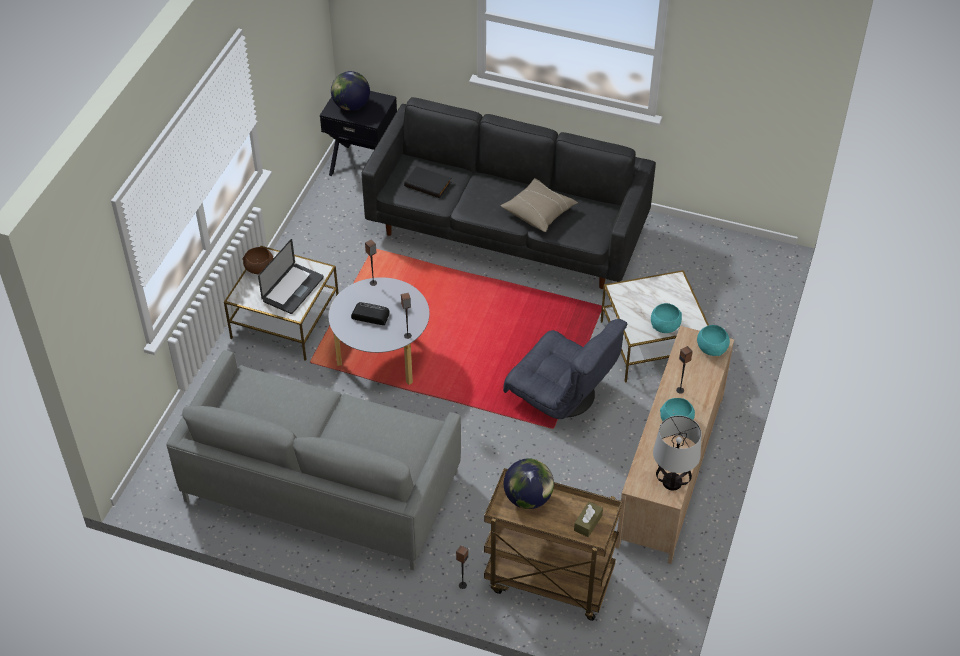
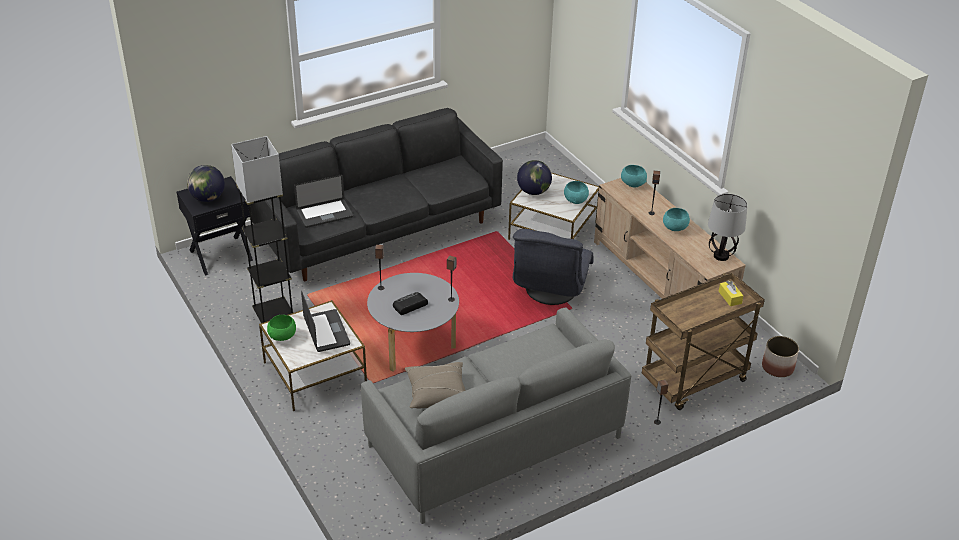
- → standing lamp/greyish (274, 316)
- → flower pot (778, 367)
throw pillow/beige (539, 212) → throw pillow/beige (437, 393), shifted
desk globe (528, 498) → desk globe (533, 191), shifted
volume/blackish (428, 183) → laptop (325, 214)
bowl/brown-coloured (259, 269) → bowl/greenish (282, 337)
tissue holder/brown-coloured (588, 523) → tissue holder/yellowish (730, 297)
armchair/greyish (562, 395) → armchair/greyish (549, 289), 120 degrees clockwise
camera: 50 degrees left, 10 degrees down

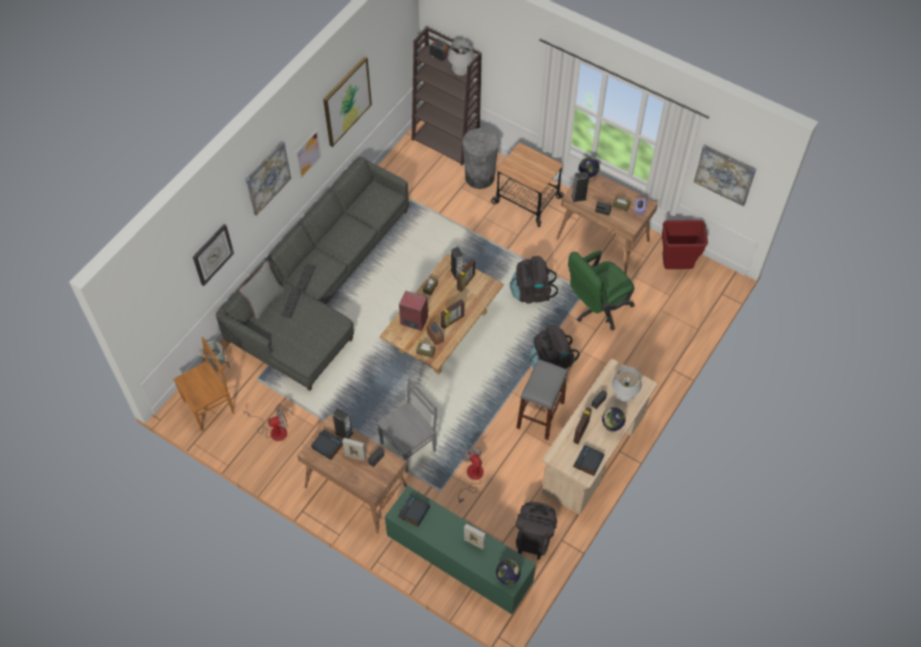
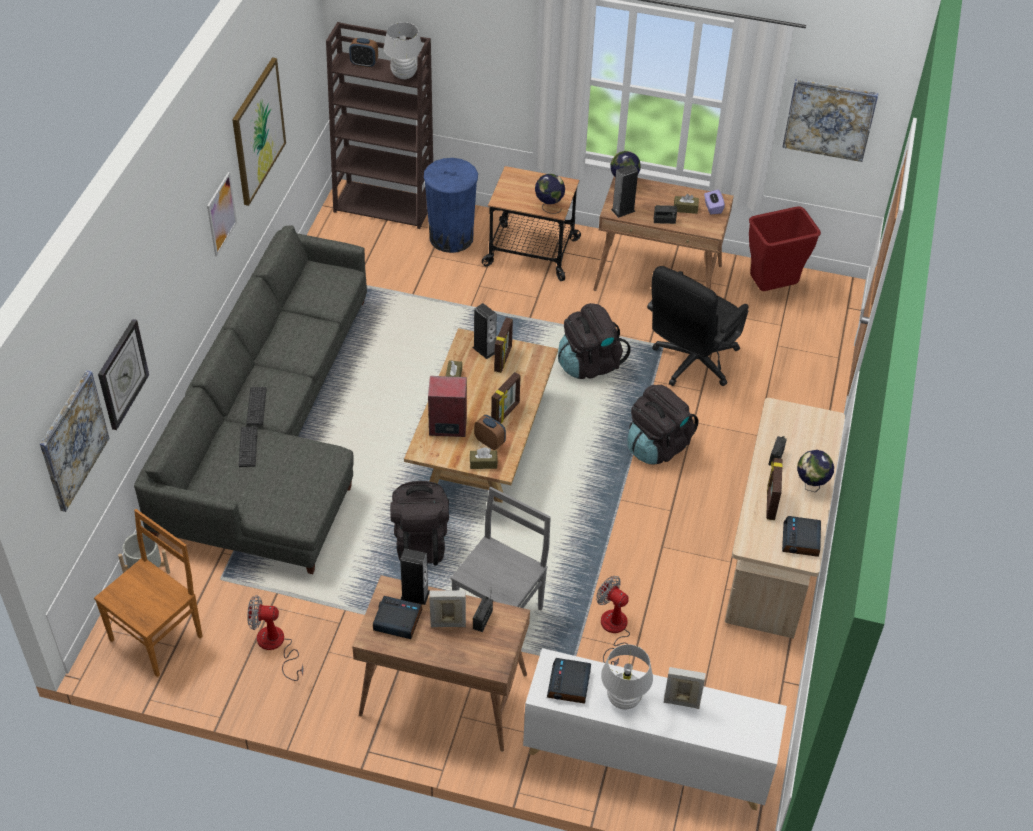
throw pillow/greyish (265, 301) → -
sitting stool/greyish (540, 415) → -
wall picture (267, 177) → wall picture (73, 440), shifted
desk globe (507, 578) → desk globe (549, 207), shifted
rucksack/blackish (534, 536) → rucksack/blackish (420, 542), shifted
table lamp/white-coloured (623, 396) → table lamp/white-coloured (623, 699), shifted
cupboard/greenish (459, 562) → cupboard/white-coloured (646, 757)
rubbish bin/greyish (479, 177) → rubbish bin/bluish (451, 238)
computer chair/greenish (597, 309) → computer chair/blackish (690, 364)
electric fan (273, 430) → electric fan (275, 646), 135 degrees counterclockwise
camera: 20 degrees left, 10 degrees down

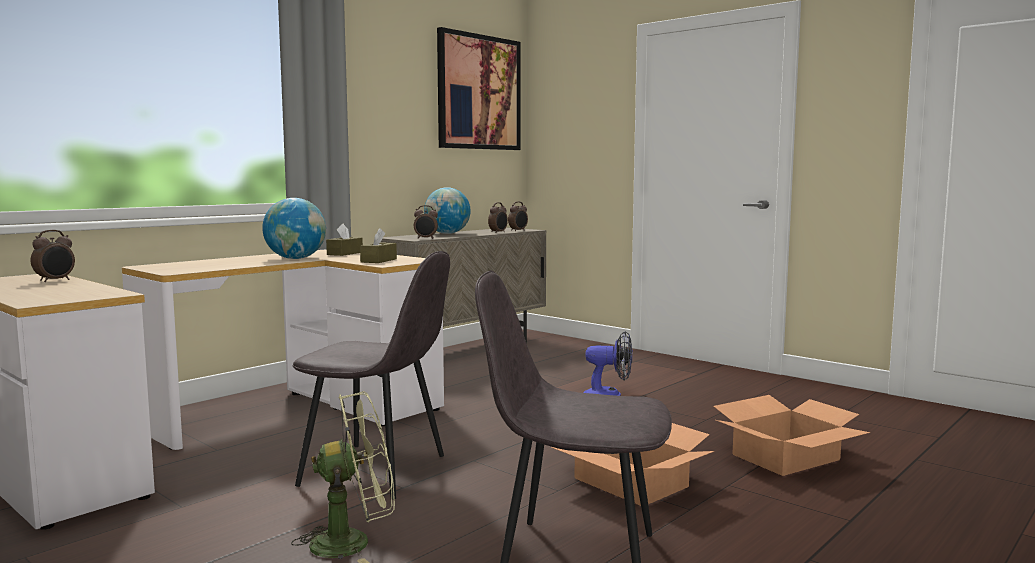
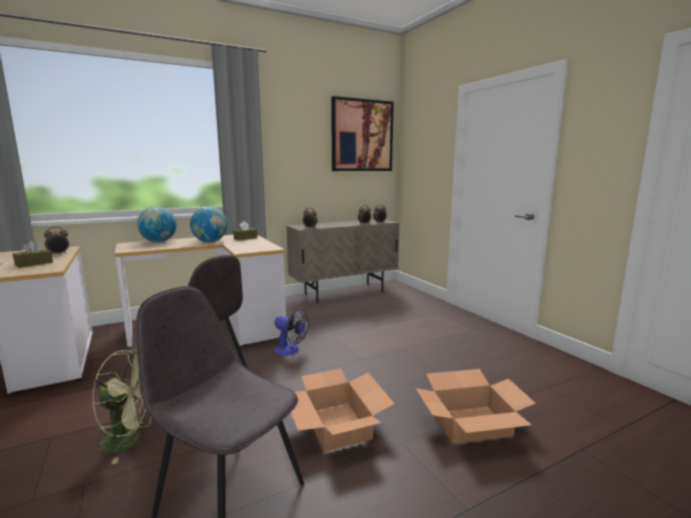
tissue holder/brown-coloured (378, 260) → tissue holder/brown-coloured (34, 263), shifted
desk globe (447, 233) → desk globe (158, 242), shifted
electric fan (609, 394) → electric fan (290, 351), shifted
camera: 20 degrees right, 5 degrees up

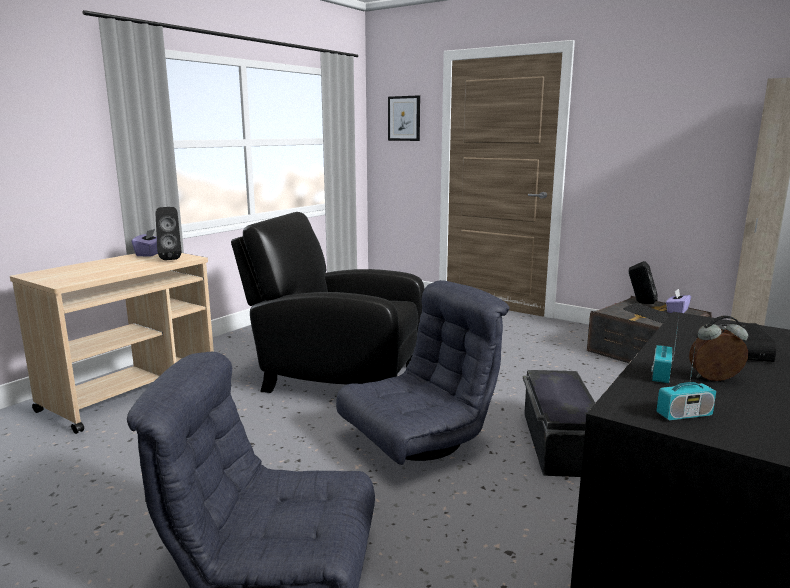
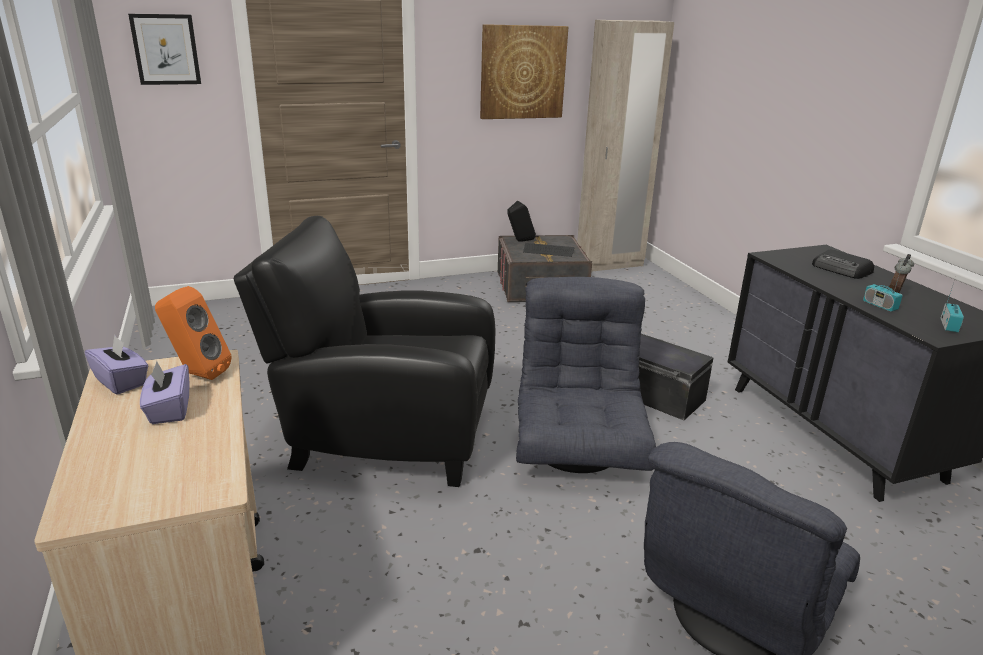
- → wall picture (522, 72)
tissue holder/purplish (676, 311) → tissue holder/purplish (169, 410), shifted
speaker/blackish (171, 259) → speaker/orangey (197, 374)
armchair/blackish (336, 377) → armchair/blackish (384, 435), 45 degrees clockwise
camera: 55 degrees left, 10 degrees up

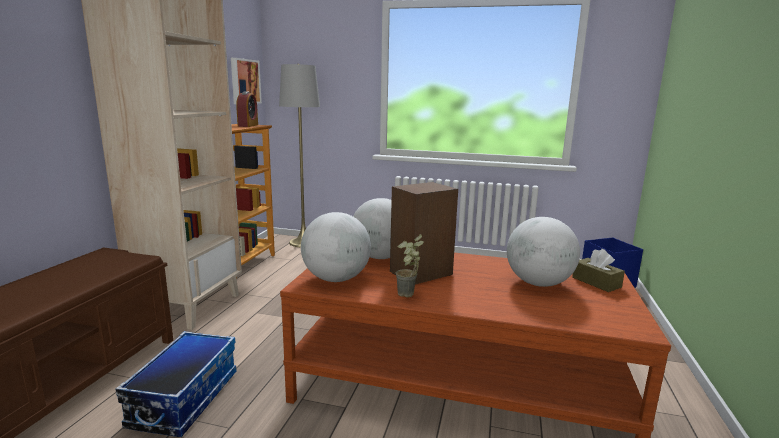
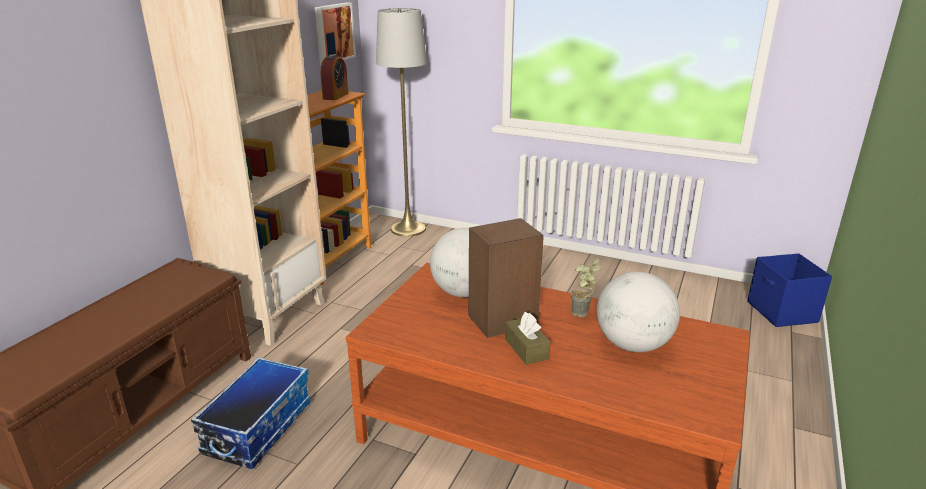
desk globe (336, 279) → -
houseplant (408, 296) → houseplant (582, 316), shifted
tissue holder/brown-coloured (596, 282) → tissue holder/brown-coloured (526, 349), shifted
camera: 10 degrees right, 10 degrees up

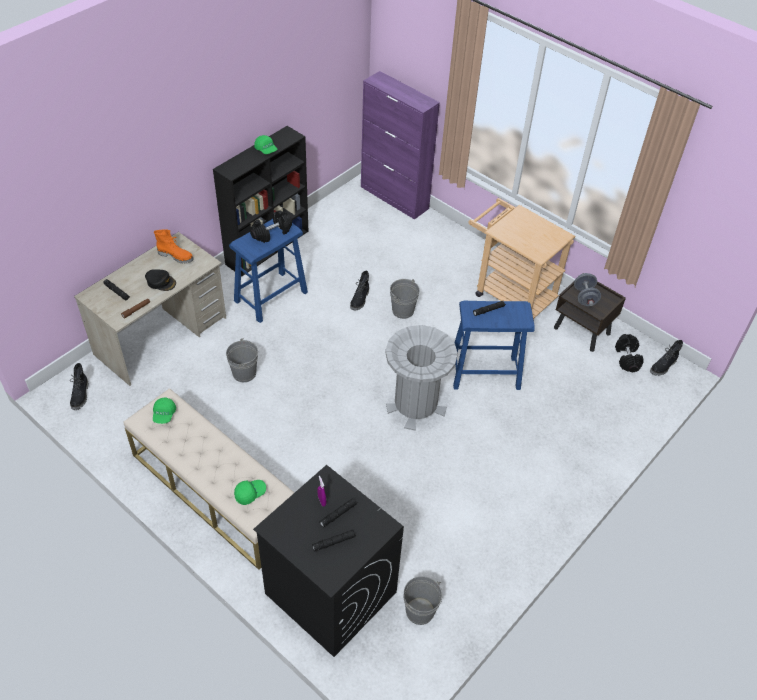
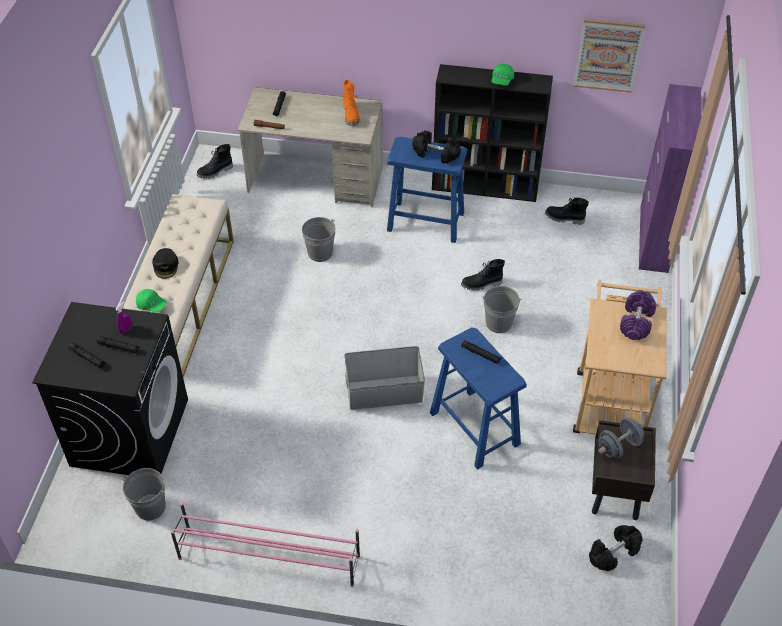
cap/greenish (164, 414) → -
- → shoe shelf/pink (268, 557)
- → wall picture (608, 55)
- → free weight/purplish (636, 322)
cap/blackish (161, 282) → cap/blackish (166, 266), shifted
boot/blackish (663, 367) → boot/blackish (564, 218), shifted
rubbish bin/greyish (415, 405) → storage bin/greyish (384, 392)
camera: 60 degrees right, 0 degrees up

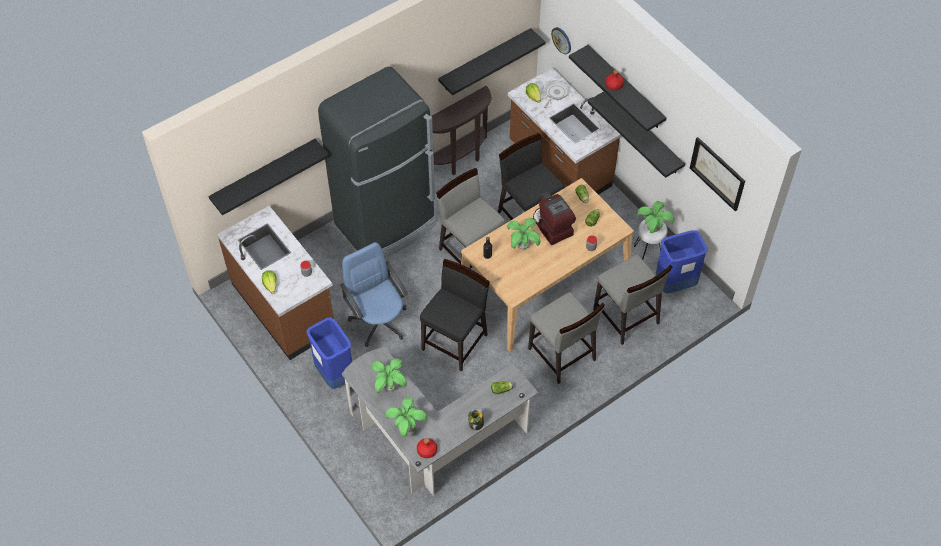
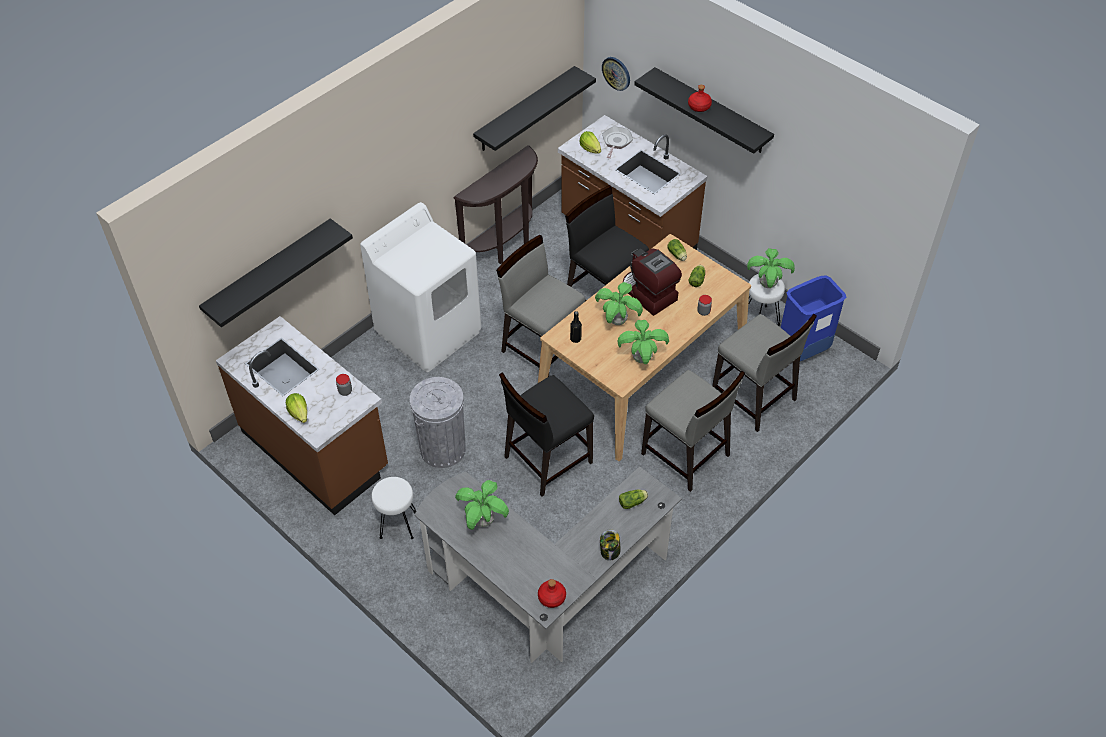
shelf/blackish (643, 133) → -
wall picture (717, 173) → -
houseplant (407, 427) → houseplant (642, 359), shifted
rubbish bin/bluish (334, 374) → sitting stool/white-coloured (397, 524)
refrigerator/blackish (386, 225) → laundry appliance/white-coloured (429, 332)
computer chair/bluish (379, 321) → rubbish bin/greyish (442, 449)
upright chair/blackish (455, 342) → upright chair/blackish (547, 459), 150 degrees counterclockwise
camera: 10 degrees left, 5 degrees down

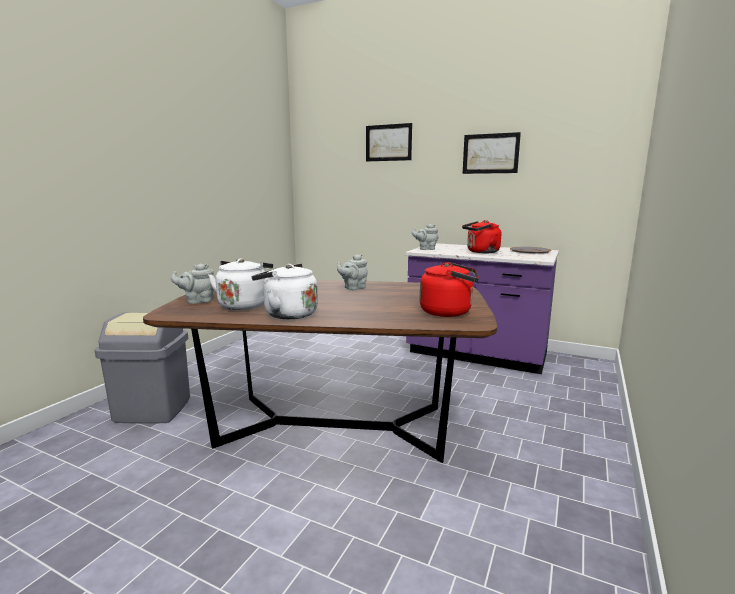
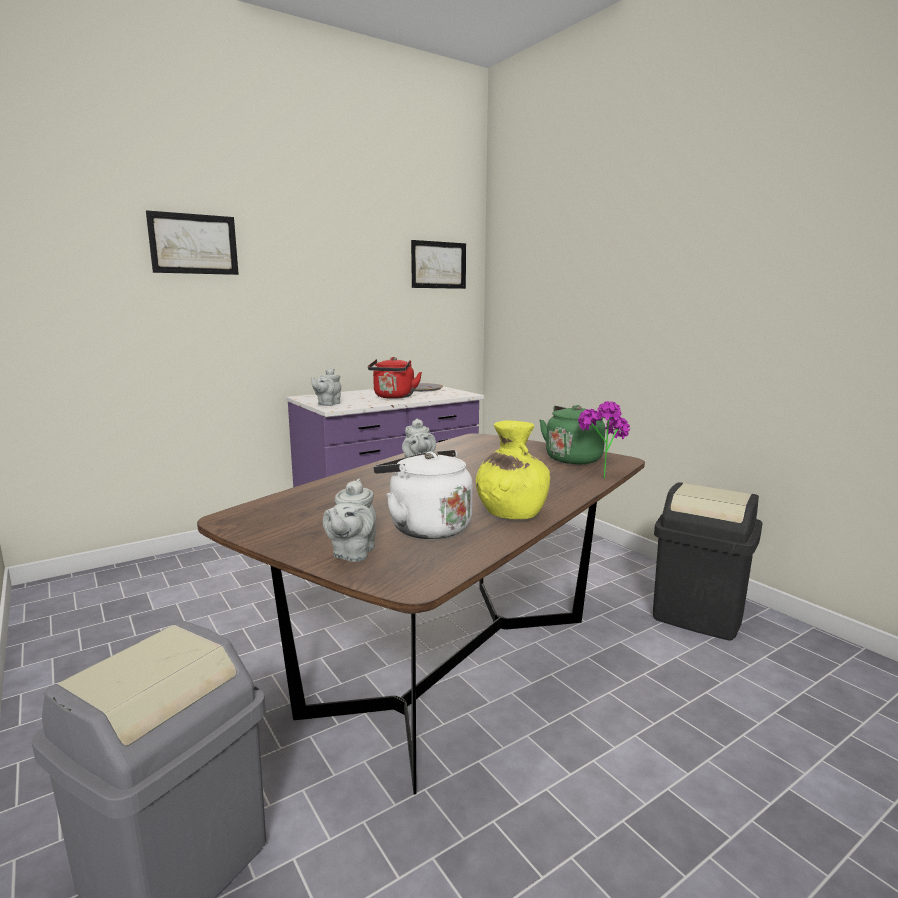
- → houseplant (600, 475)
- → rubbish bin/blackish (698, 615)
wall picture (490, 153) → wall picture (438, 265), shifted
kettle/white-coloured (287, 314) → flower vase/yellowish (510, 513)
kettle/reddish (449, 312) → kettle/greenish (575, 458)
camera: 60 degrees left, 0 degrees up

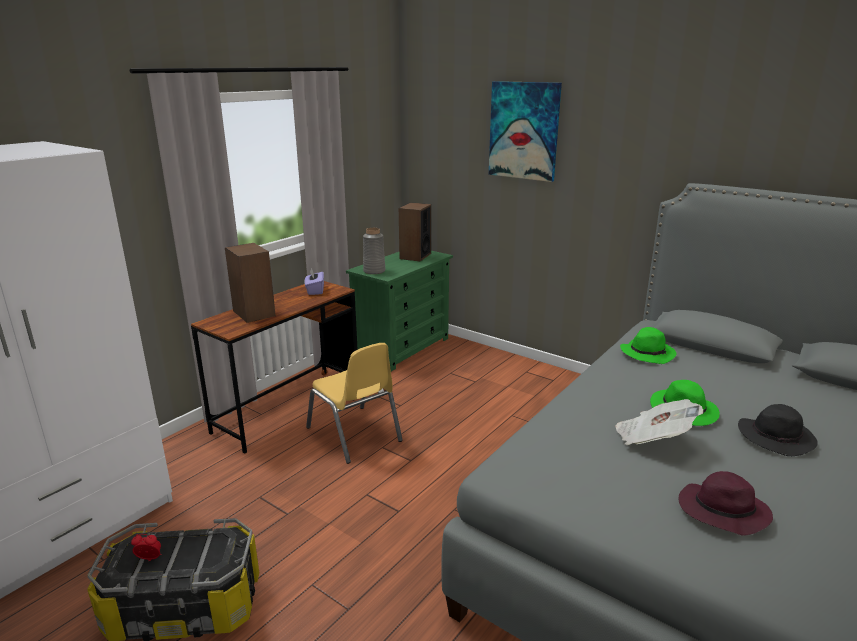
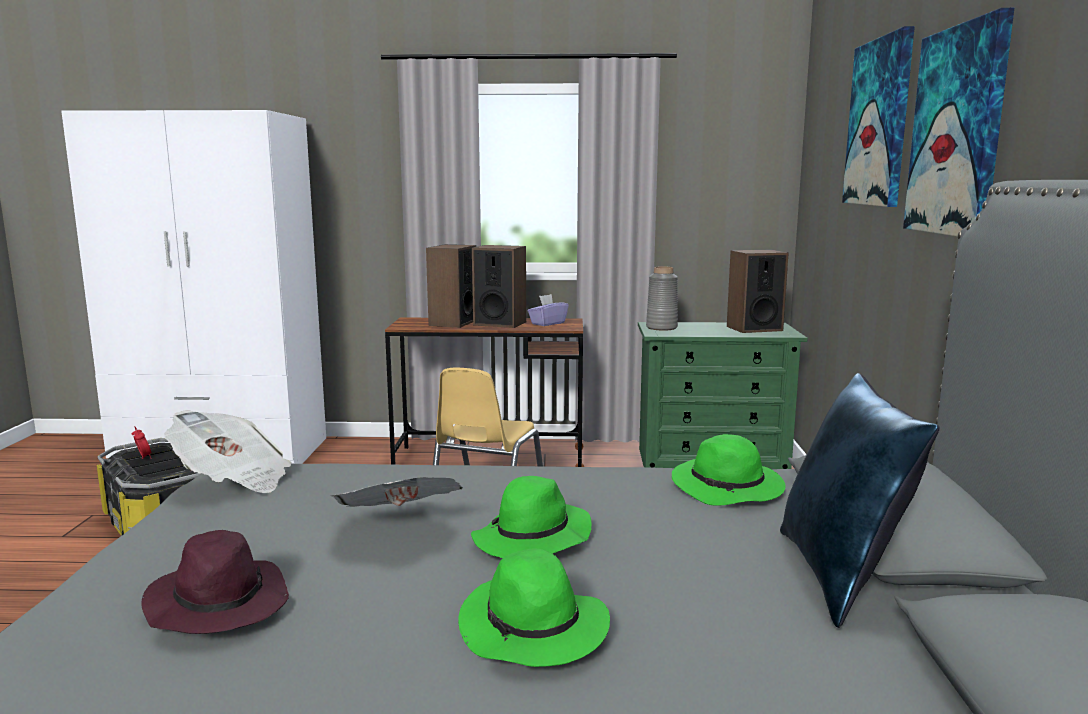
- → daily paper (233, 480)
- → speaker (500, 323)
- → throw pillow/bluish (841, 576)
- → wall picture (957, 131)
wearable hat/blackish (776, 438) → wearable hat/greenish (534, 629)
camera: 55 degrees right, 10 degrees down

